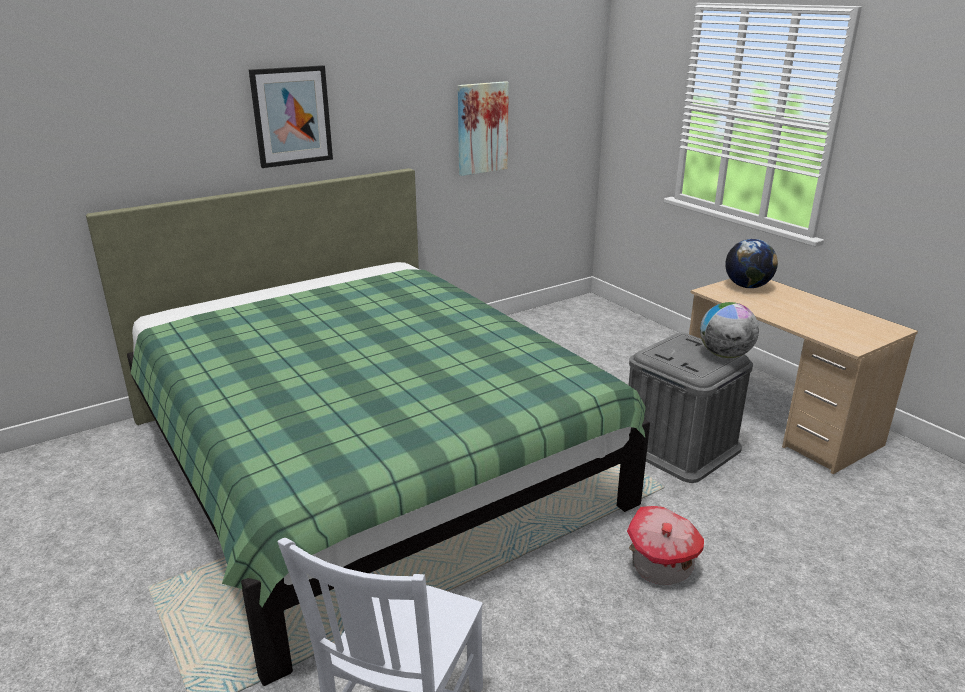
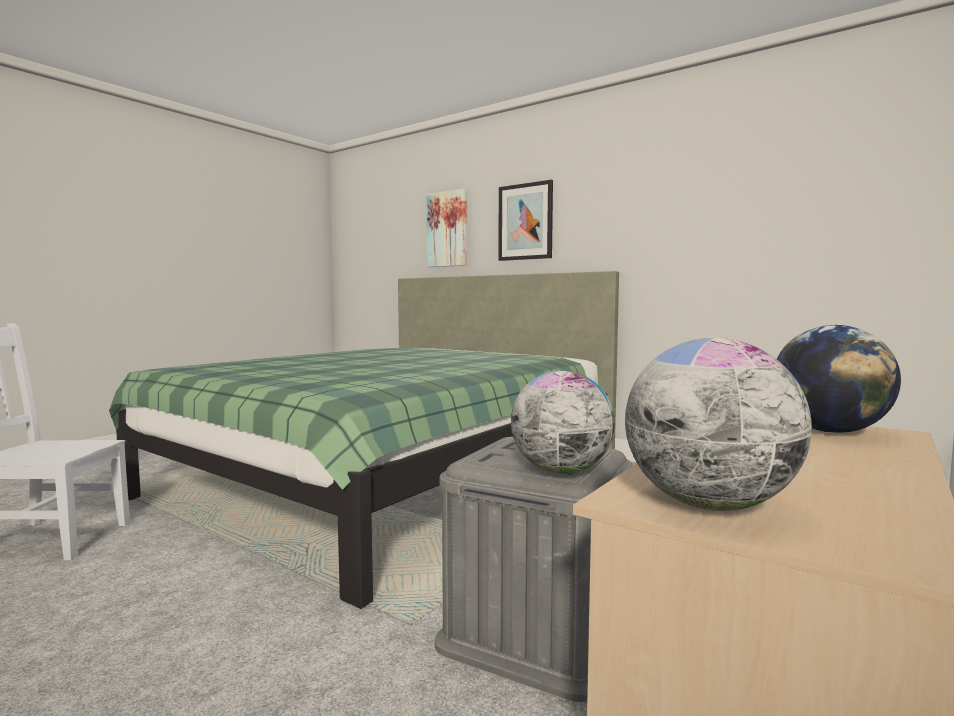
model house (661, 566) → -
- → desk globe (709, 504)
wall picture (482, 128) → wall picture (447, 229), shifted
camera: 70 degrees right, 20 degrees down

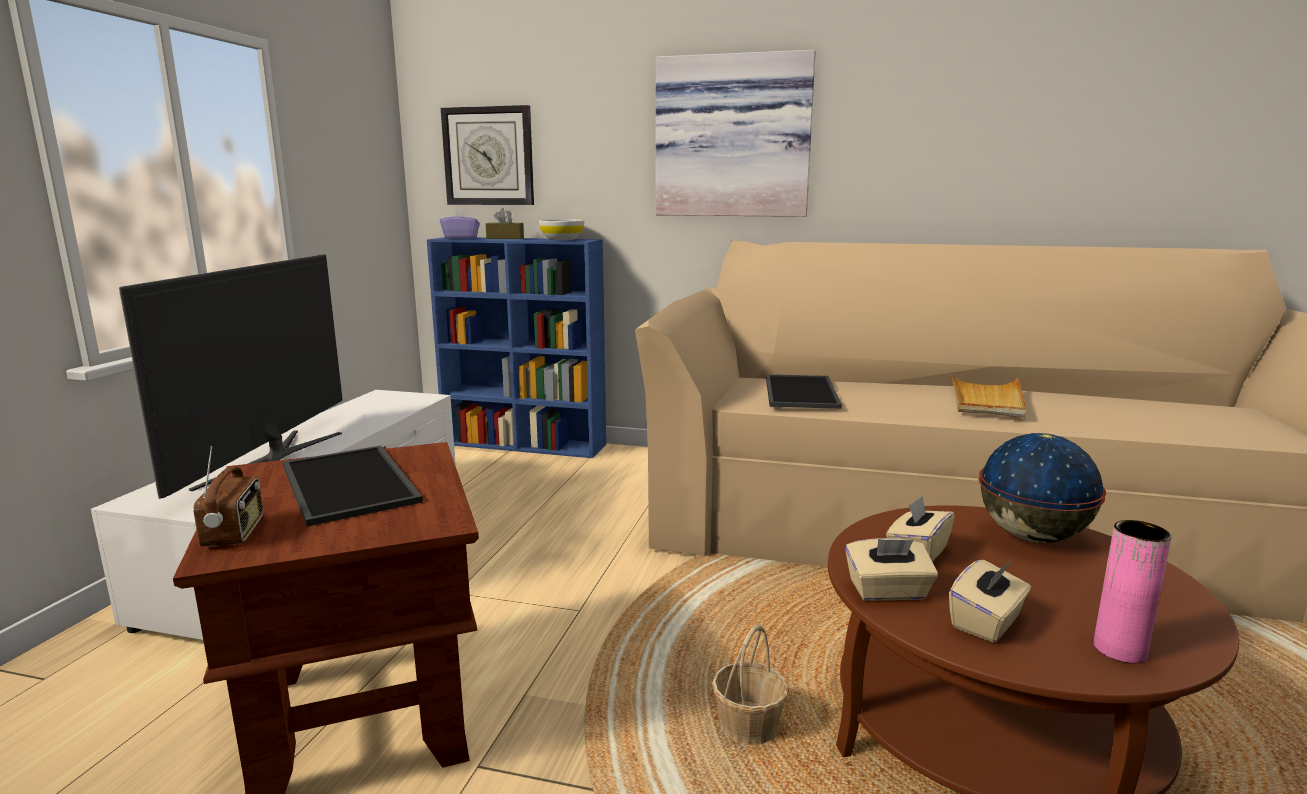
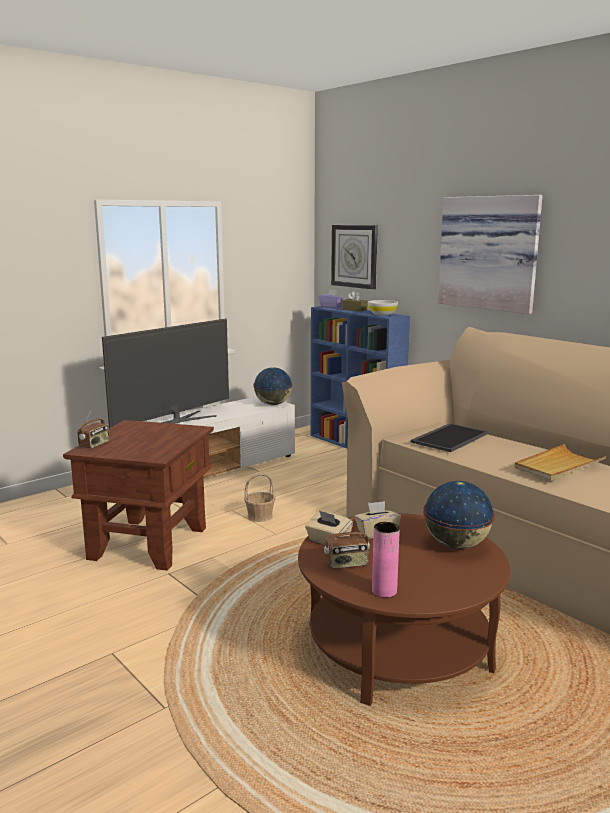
carrying tray (345, 483) → -
- → desk globe (273, 404)
basket (749, 726) → basket (260, 516), shifted
tissue holder/beige (987, 622) → radio set (347, 564)
camera: 35 degrees right, 0 degrees up

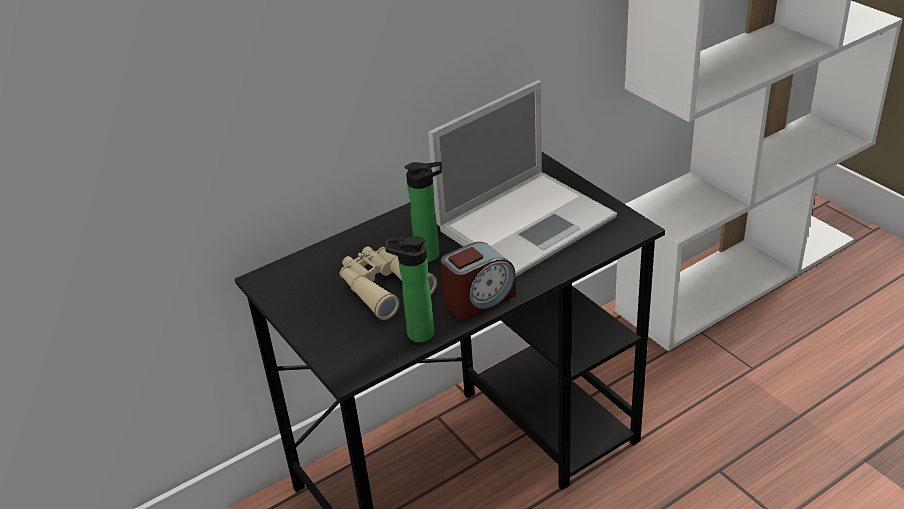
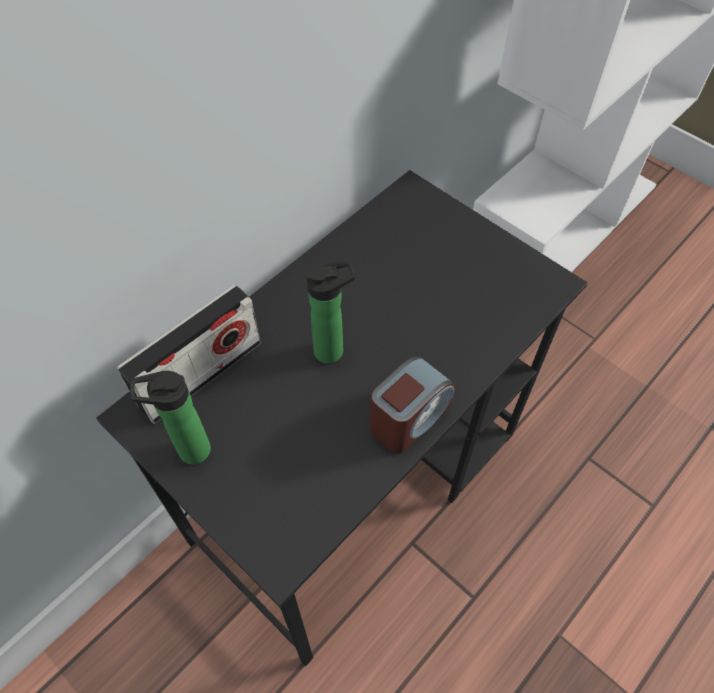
binoculars/beige (383, 287) → -
laptop (528, 222) → -
- → radio set (201, 374)
drink bottle (416, 334) → drink bottle (189, 451), shifted
camera: 15 degrees left, 20 degrees up

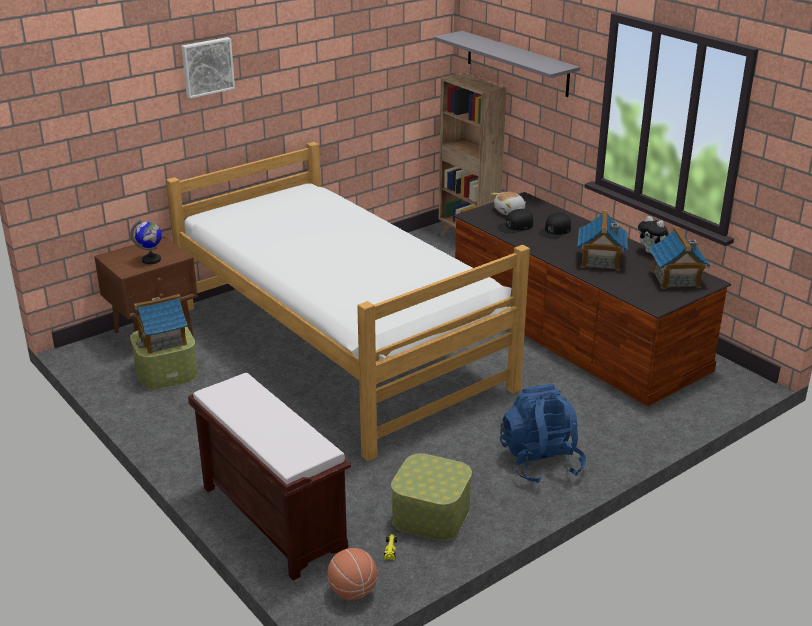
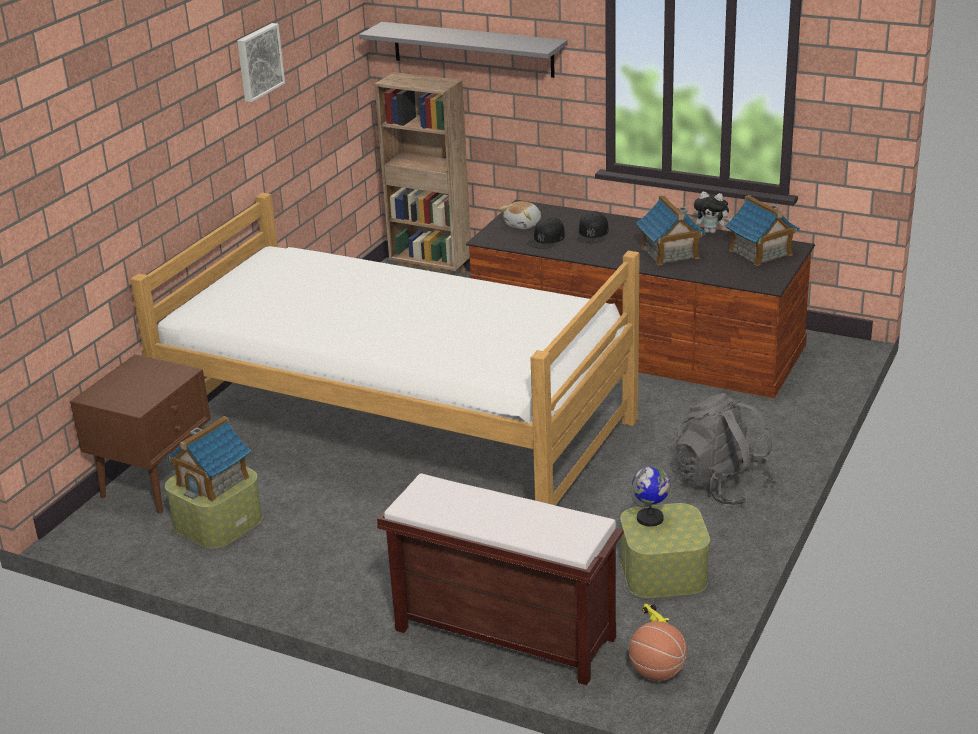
desk globe (151, 260) → desk globe (650, 518), shifted
wall picture (207, 67) → wall picture (258, 62), shifted
rucksack/bluish (540, 462) → rucksack/greyish (722, 485)
camera: 25 degrees left, 0 degrees up

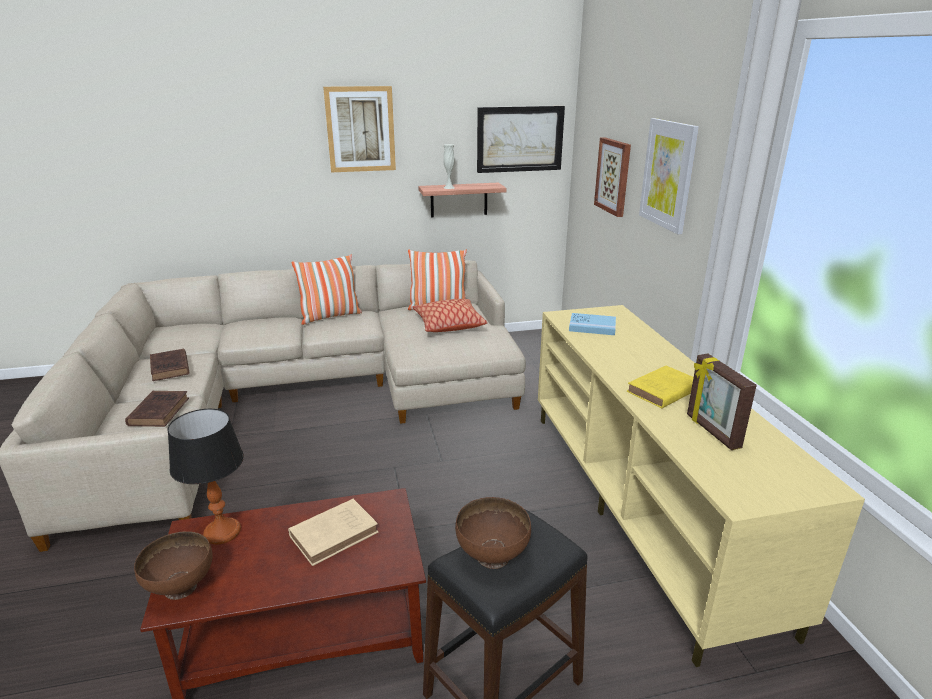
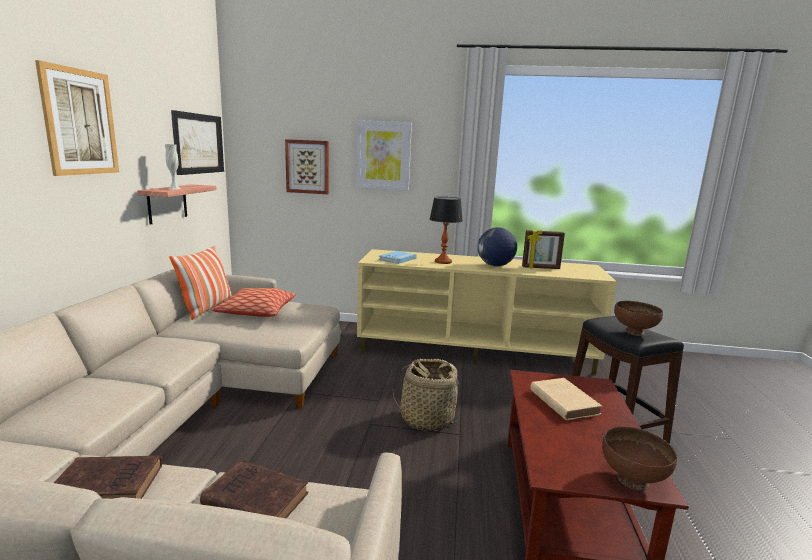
throw pillow (330, 316) → -
- → basket (426, 419)
table lamp (222, 532) → table lamp (443, 262), shifted
volume/yellowish (662, 391) → desk globe (495, 265)
camera: 70 degrees left, 10 degrees down

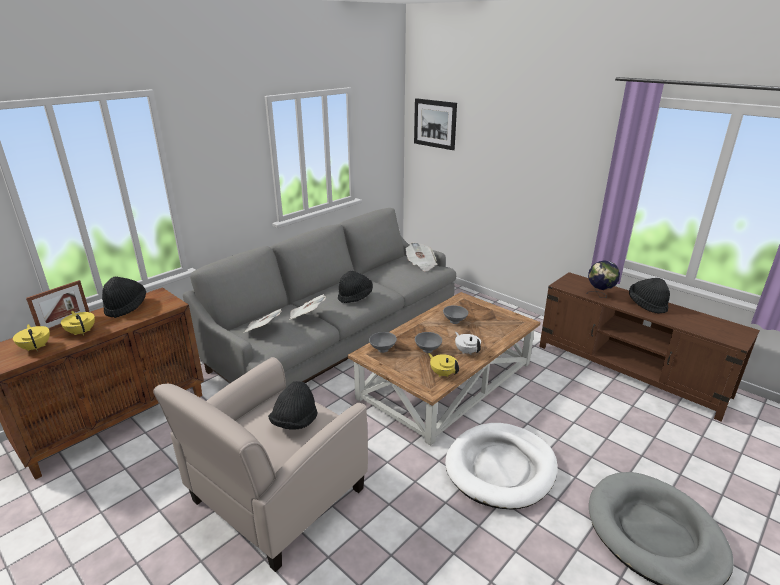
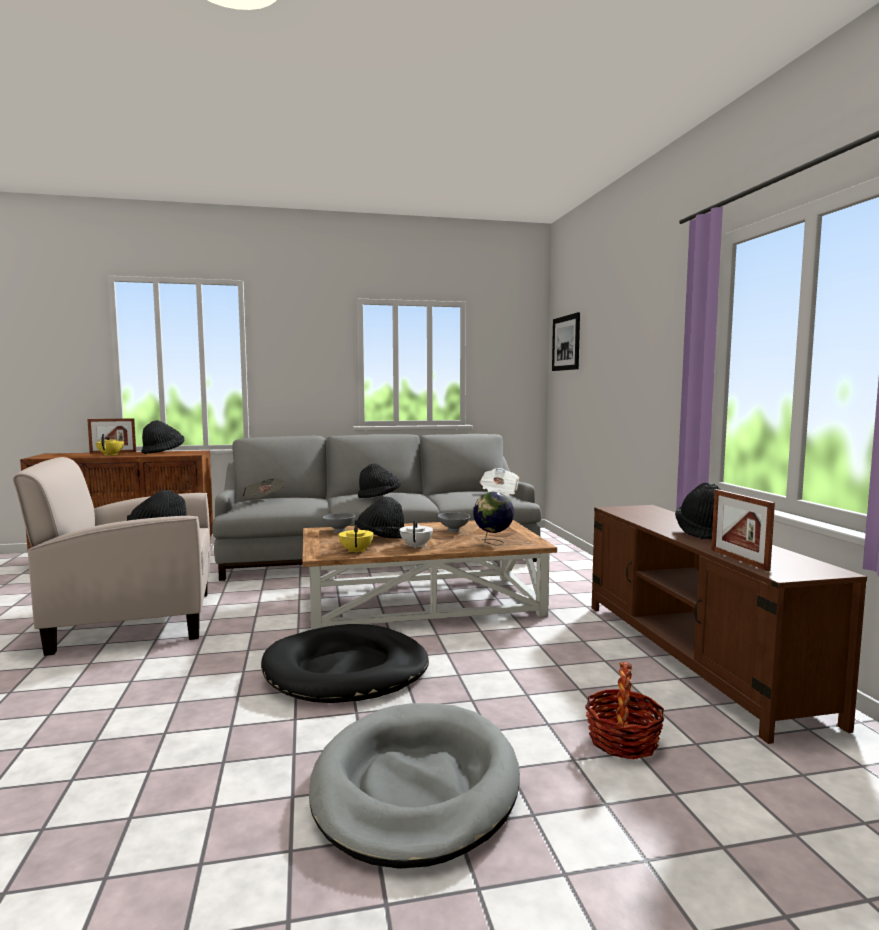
pot for tea/yellowish (36, 347) → -
daily paper (307, 316) → -
- → basket (623, 741)
- → standing frame (739, 559)
desk globe (599, 295) → desk globe (493, 543), shifted
bowl/greyish (428, 350) → wearable hat/blackish (380, 538)
dog bed/white-coloured (501, 468) → dog bed/blackish (346, 670)
camera: 35 degrees right, 20 degrees down

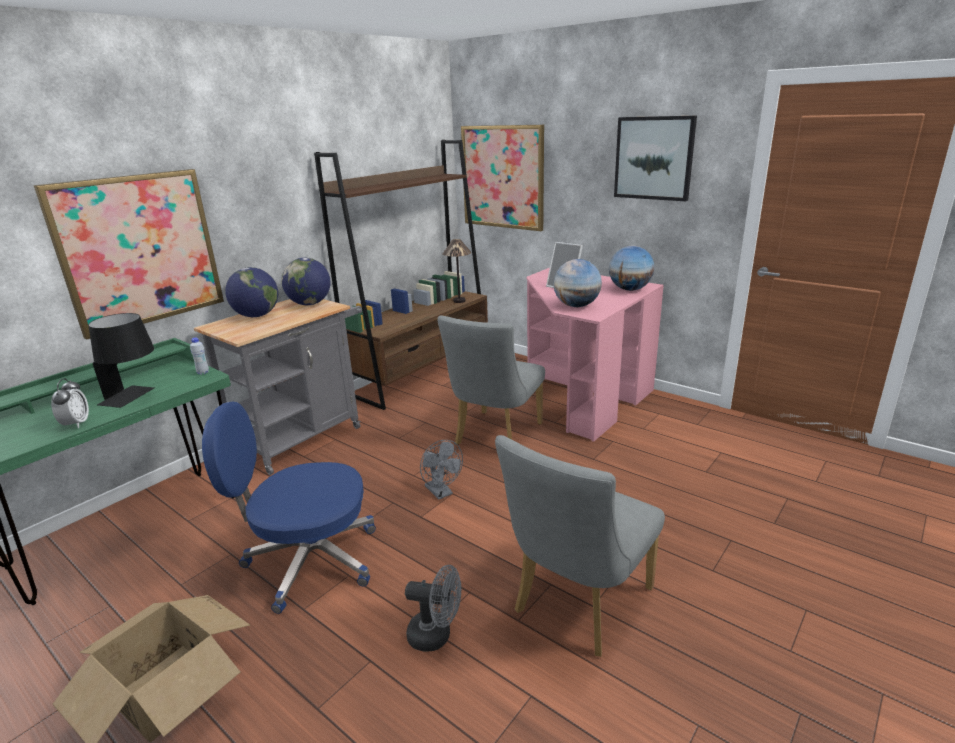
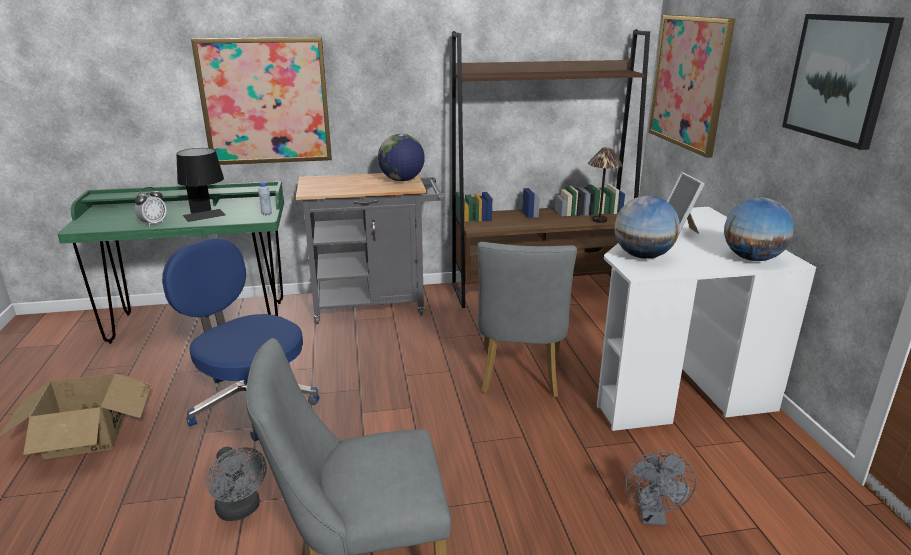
desk globe (256, 316) → -
electric fan/greyish (441, 493) → electric fan/greyish (653, 516), shifted
desk table/pink (581, 395) → desk table/white-coloured (673, 376)
upright chair/greyish (495, 437) → upright chair/greyish (519, 376), 60 degrees counterclockwise
camera: 40 degrees right, 0 degrees up

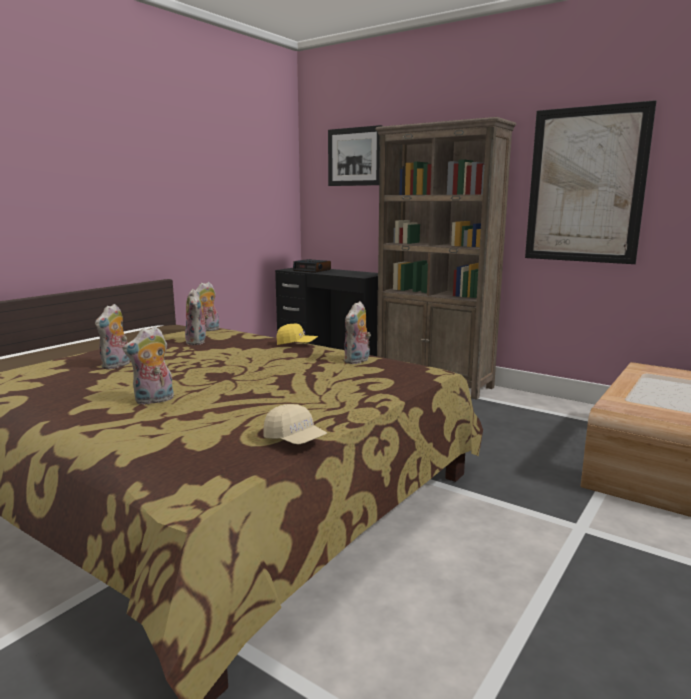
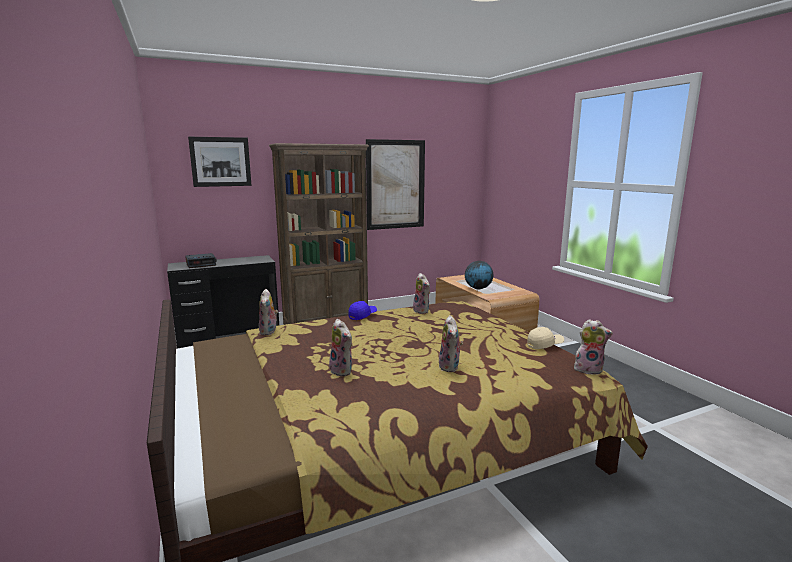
- → desk globe (478, 288)
plush toy (198, 342) → plush toy (589, 369), shifted
cap/yellowish (296, 344) → cap/bluish (362, 316)
camera: 60 degrees left, 0 degrees up

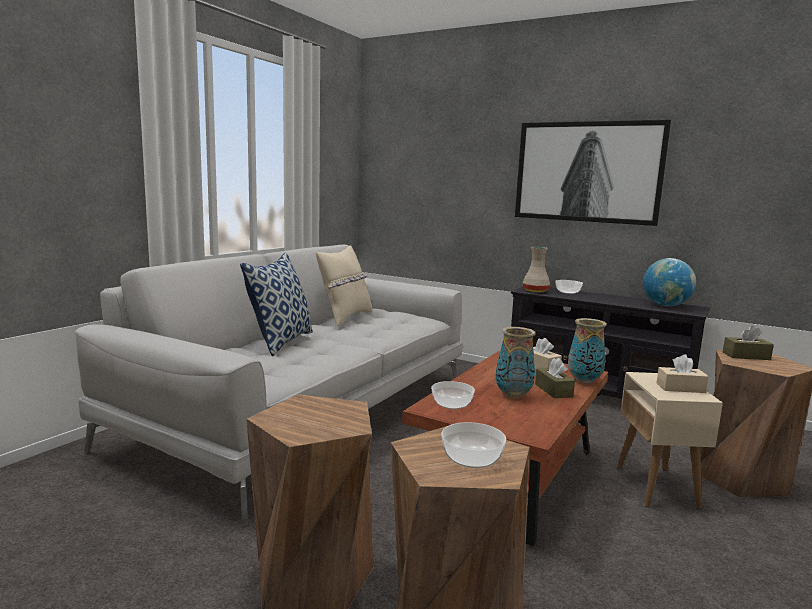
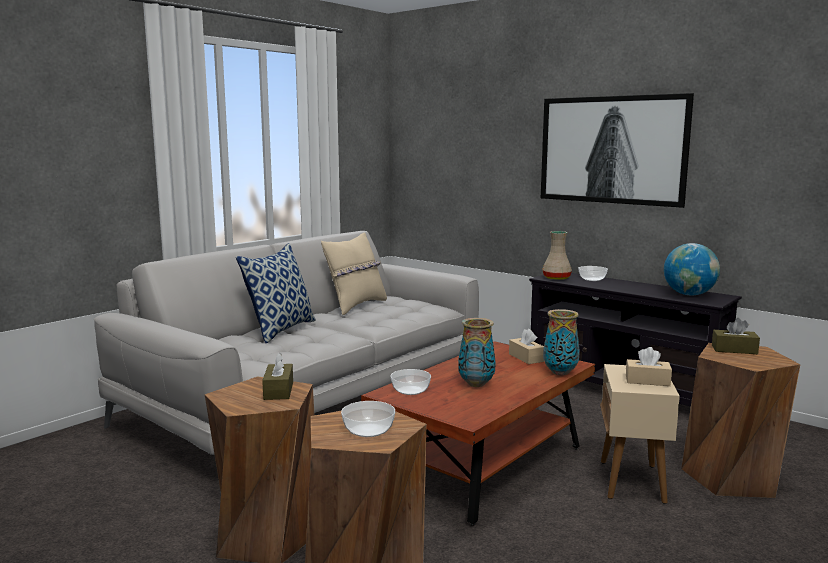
tissue holder/brown-coloured (553, 390) → tissue holder/brown-coloured (278, 391), shifted
camera: 10 degrees right, 0 degrees up

